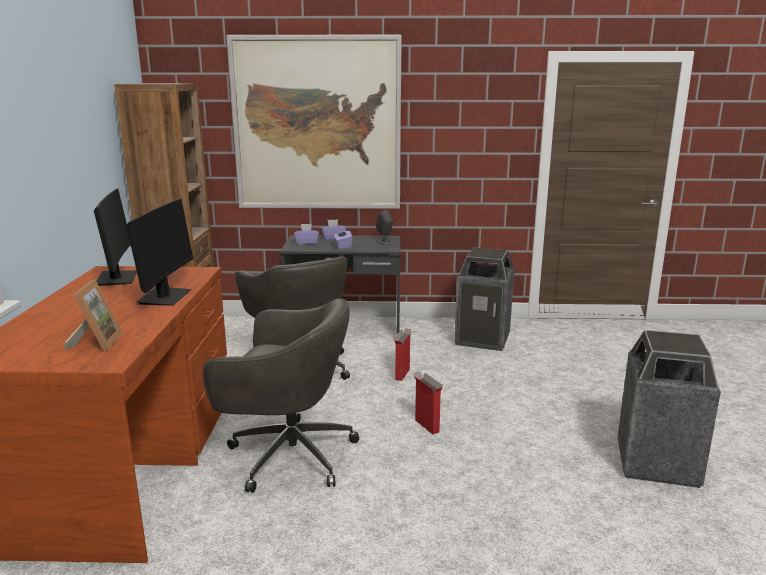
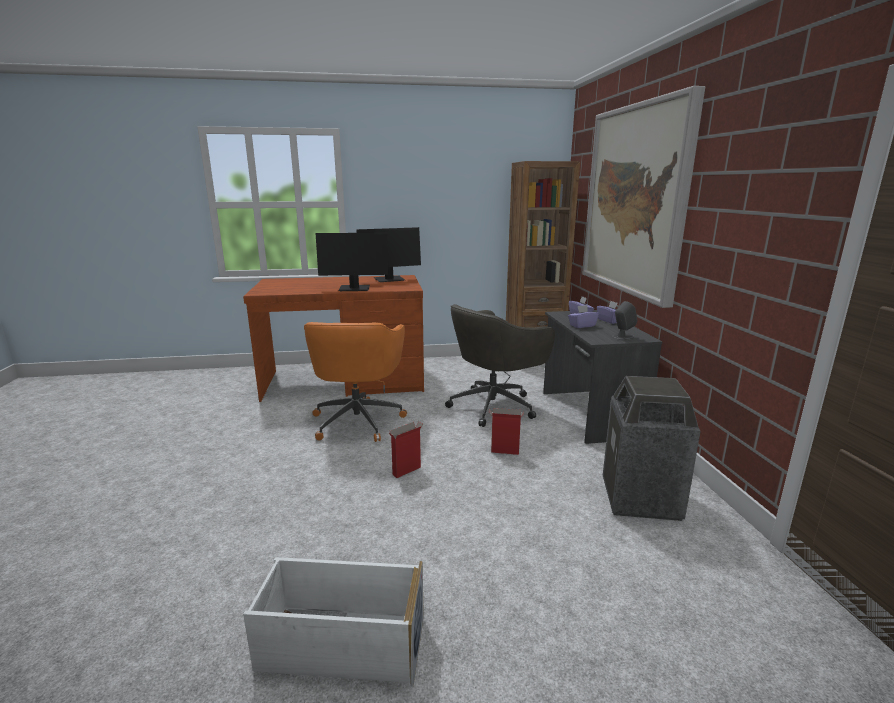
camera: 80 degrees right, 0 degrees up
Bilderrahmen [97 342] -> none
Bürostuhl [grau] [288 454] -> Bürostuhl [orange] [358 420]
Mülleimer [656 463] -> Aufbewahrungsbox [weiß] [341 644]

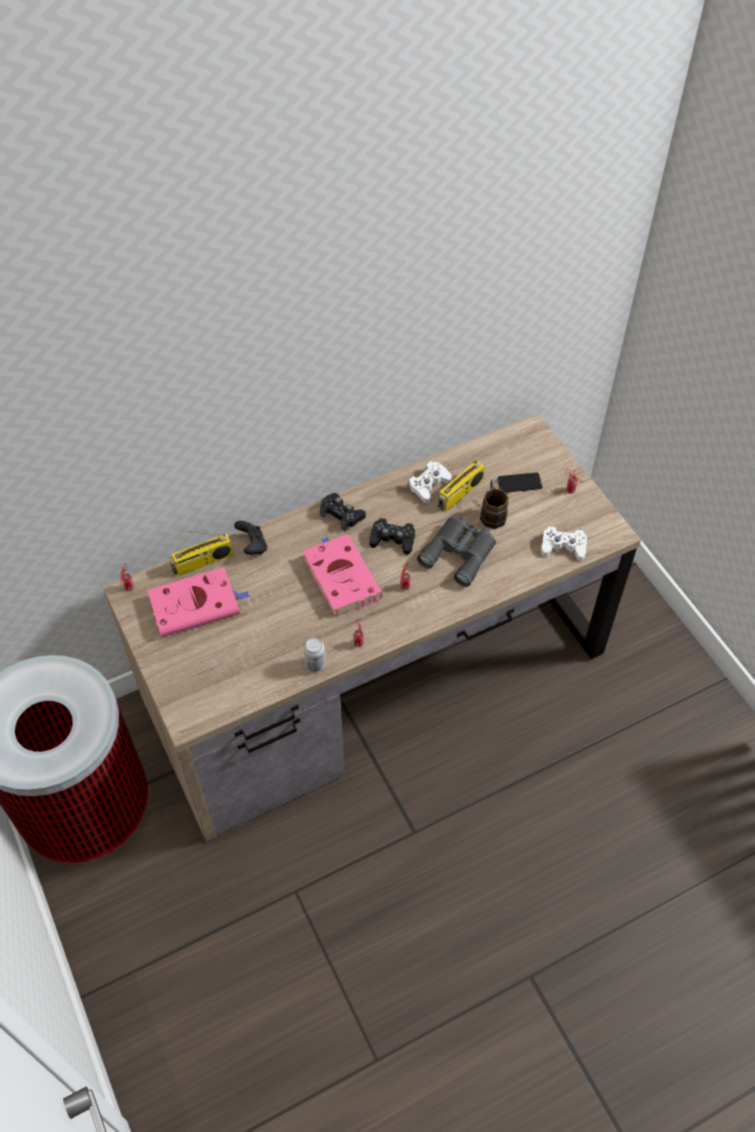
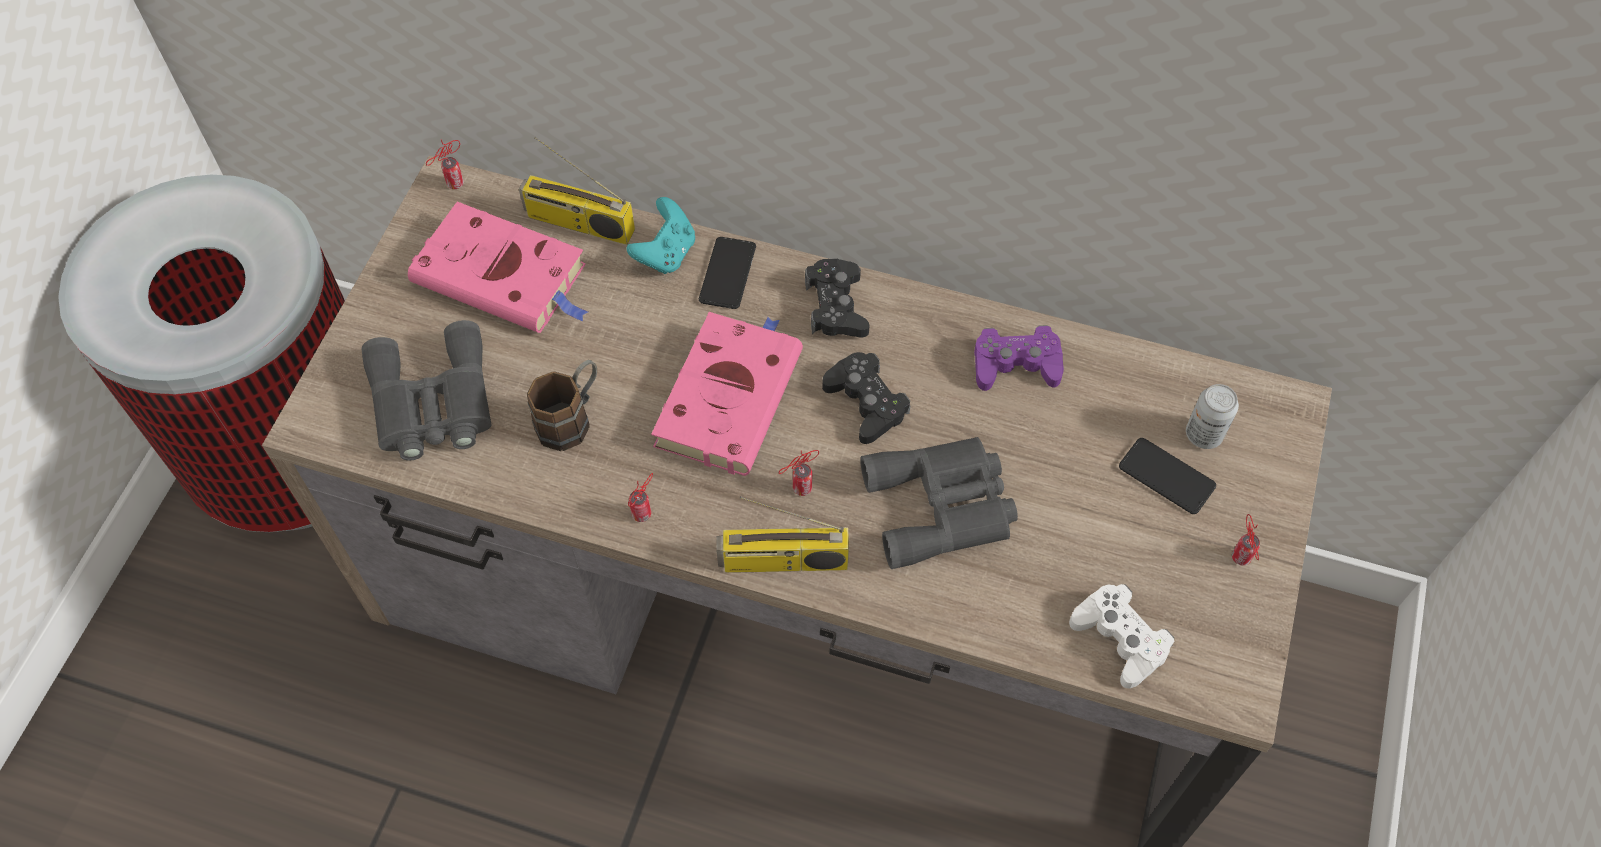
camera: 45 degrees right, 5 degrees up
Radio [460 494] -> Radio [782 562], relocated
Gamepad [weiß] [429 485] -> Gamepad [lila] [1015 364]
Henkelbecher [braun] [492 513] -> Henkelbecher [braun] [572 418], relocated
Gamepad [schwarz] [253 546] -> Gamepad [türkis] [666 253]
Dose [315 664] -> Dose [1203 434], relocated
none -> Handy [727 274]
none -> Fernglas [grau] [432 403]

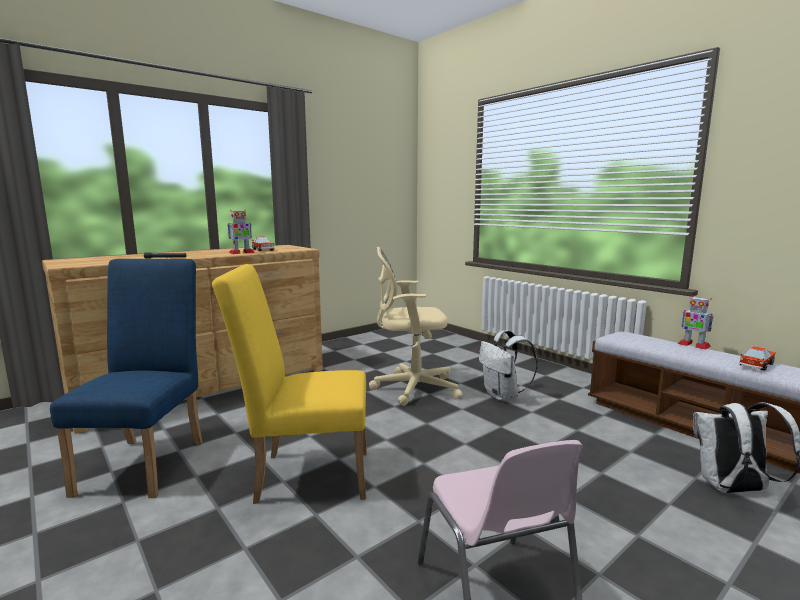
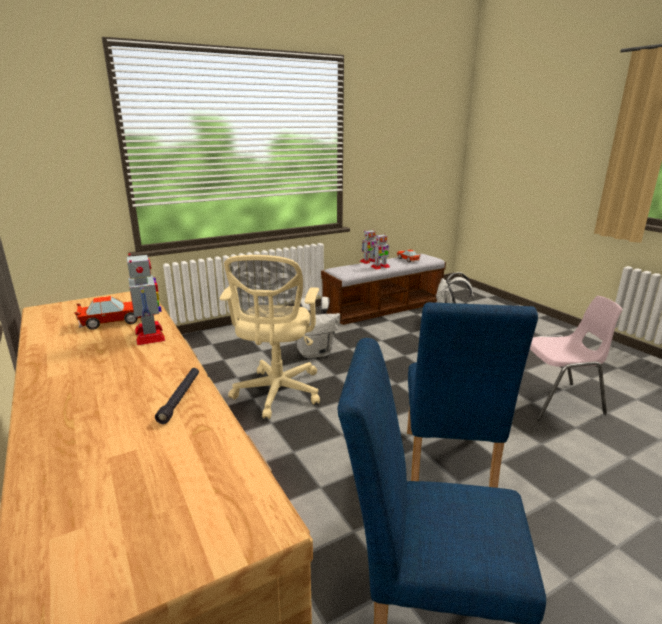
camera: 80 degrees left, 10 degrees up
Stuhl [gelb] [304 475] -> Stuhl [blau] [447 469]
none -> Spielzeugroboter [380 267]

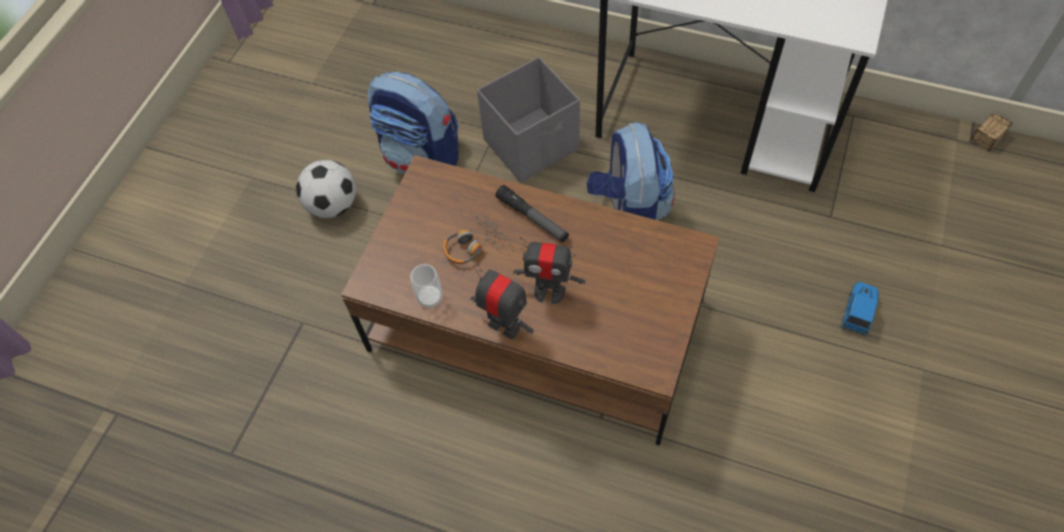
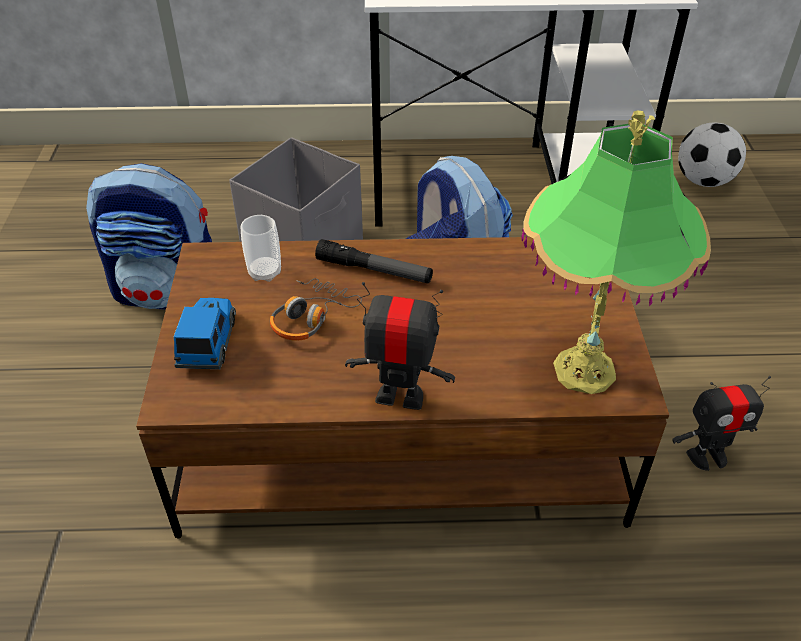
camera: 25 degrees left, 15 degrees down
Aufbewahrungsbox [975 149] -> none
Fußball [332 206] -> Fußball [703 181], relocated
Spielzeugroboter [549 291] -> Spielzeugroboter [707 456], relocated
Tasse [430 298] -> Tasse [265 272], relocated
Spielzeugauto [858 311] -> Spielzeugauto [208 342], relocated
none -> Tischlampe [584 370]

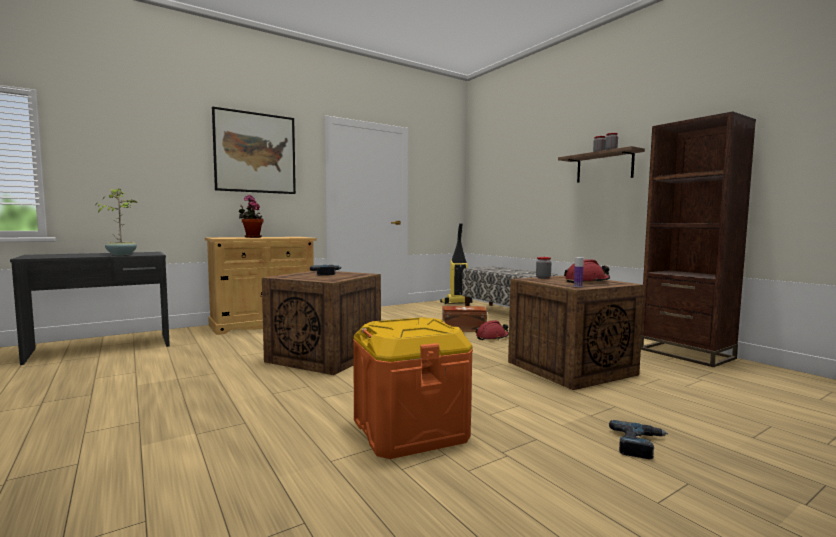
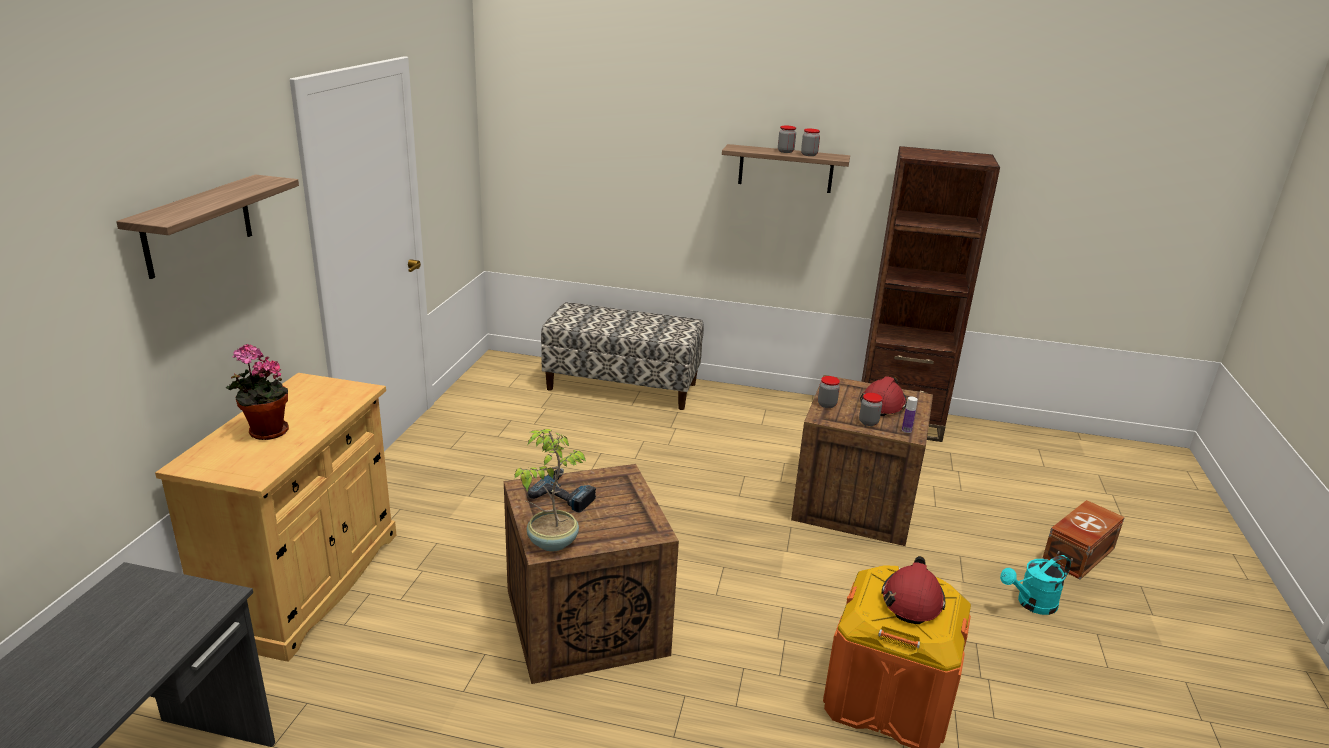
camera: 45 degrees left, 20 degrees up
Bild [255 153] -> Wandregal [198 225]
Topfpflanze [121 254] -> Topfpflanze [551 542], relocated
Staubsauger [456 303] -> none
Aufbewahrungsbox [braun] [463 328] -> Aufbewahrungsbox [braun] [1076 554], relocated
Schutzhelm [rot] [492 337] -> Schutzhelm [rot] [912 600], relocated
Bohrmaschine [639 444] -> Gießkanne [türkis] [1031 604]
none -> Vorratsglas [868 422]

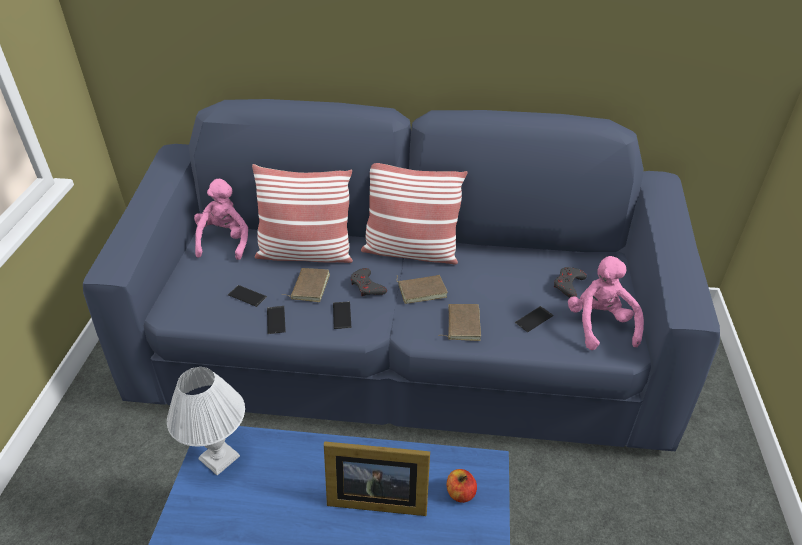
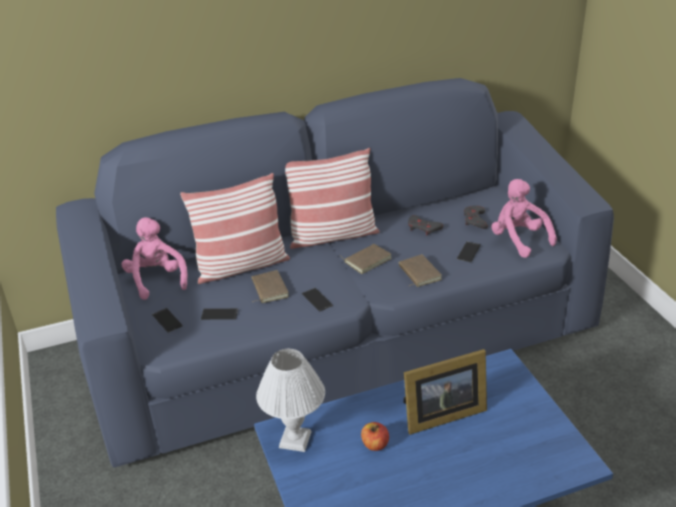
camera: 25 degrees left, 5 degrees down
Gamepad [grau] [367 286] -> Gamepad [grau] [423 228], relocated
Handy [276 320] -> Handy [167 320], relocated
Apfel [460 493] -> Apfel [375 444], relocated

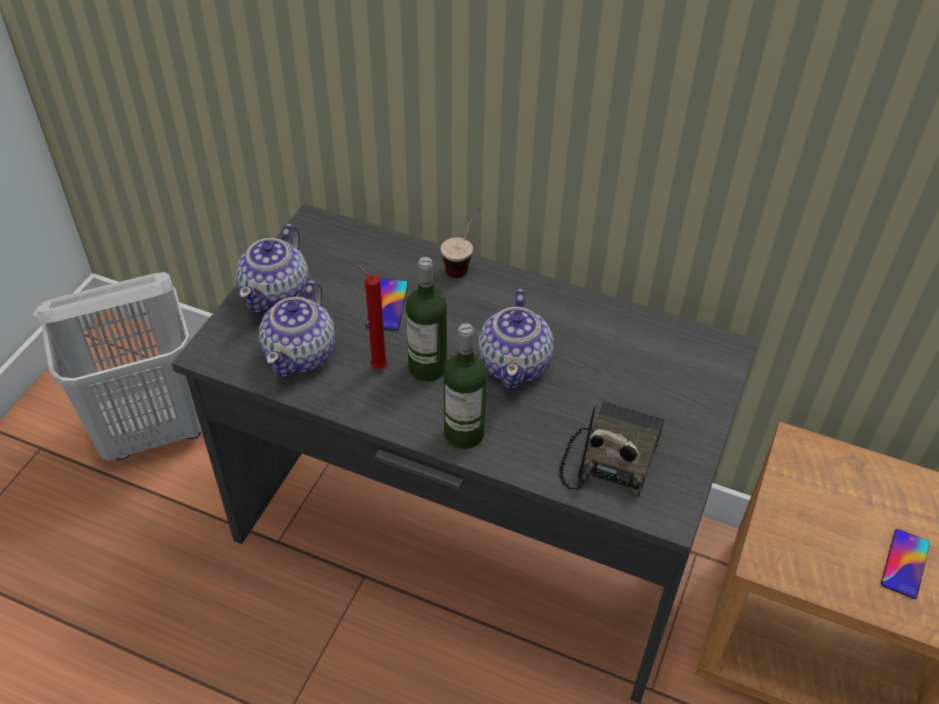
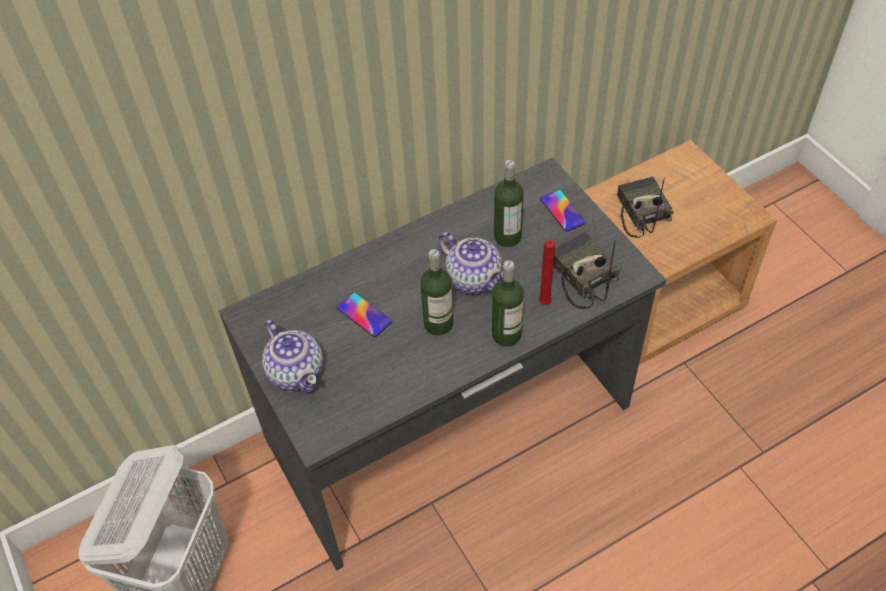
camera: 50 degrees left, 5 degrees up
Tasse [463 263] -> none
Kerze [rot] [376 366] -> Kerze [rot] [542 303], relocated
Teekanne [301 354] -> none
Handy [905 563] -> Handy [562 211], relocated
none -> Flasche [507 237]
none -> Radio [640 211]

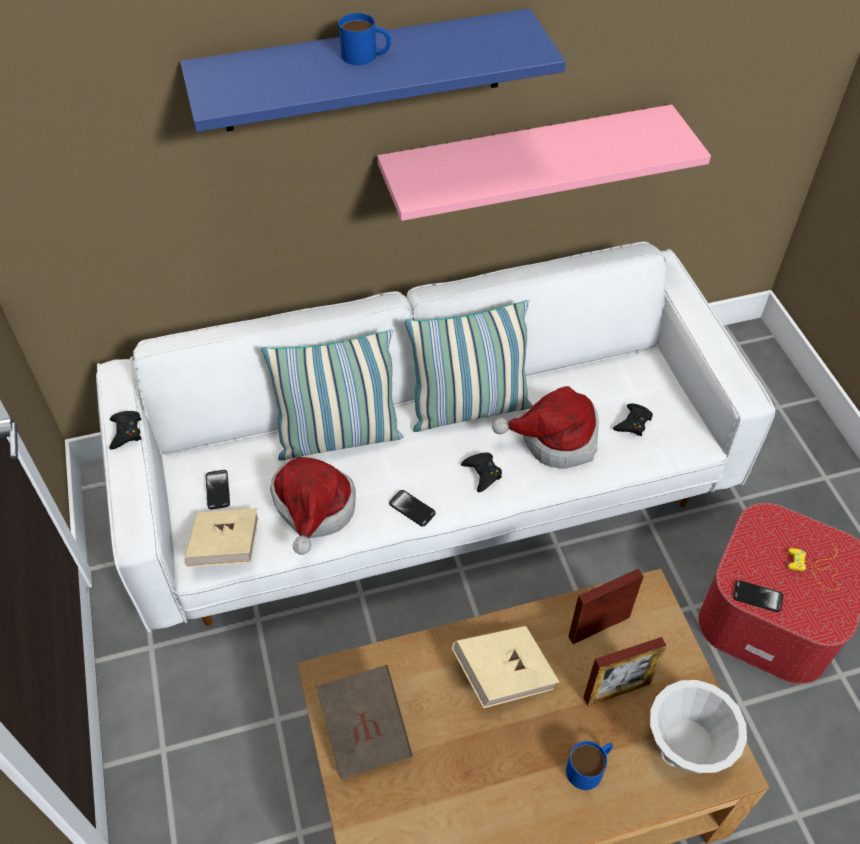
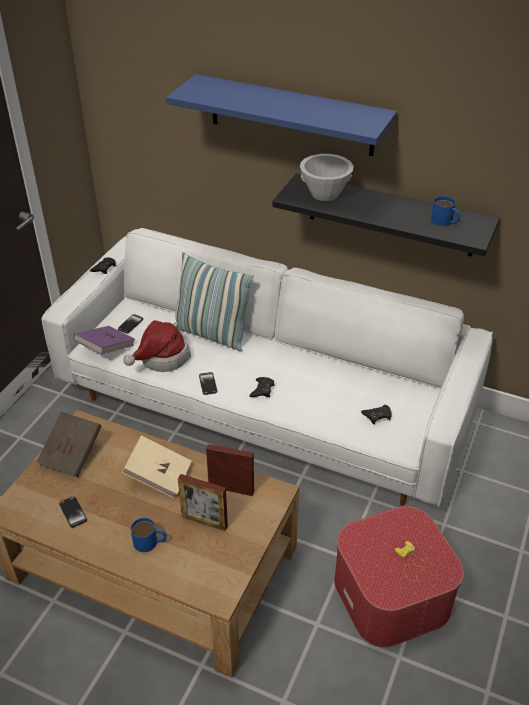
camera: 40 degrees right, 10 degrees down
Henkelbecher [blau] [366 56] -> Henkelbecher [blau] [445 222], relocated
Wandregal [rosa] [525 159] -> Wandregal [schwarz] [391 215]
Kissen [469 408] -> none
Hut [554 439] -> none
Buch [beige] [225 548] -> Buch [lila] [106 349]
Handy [757 597] -> Handy [73 512], relocated
Schüssel [weiß] [687 746] -> Schüssel [weiß] [325 194], relocated

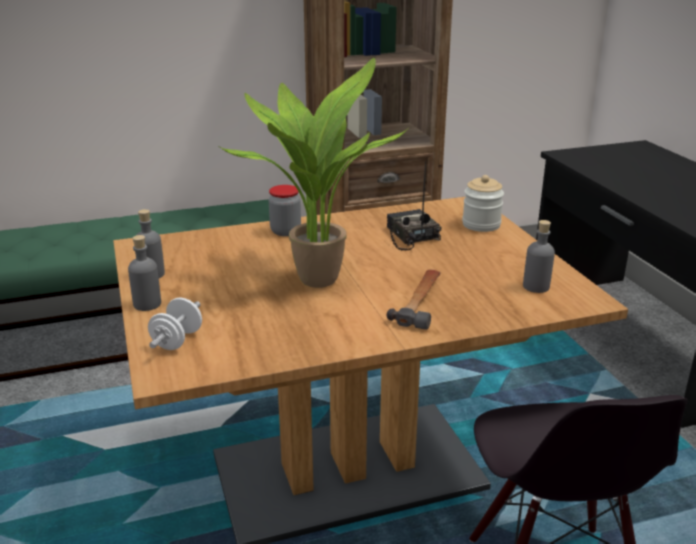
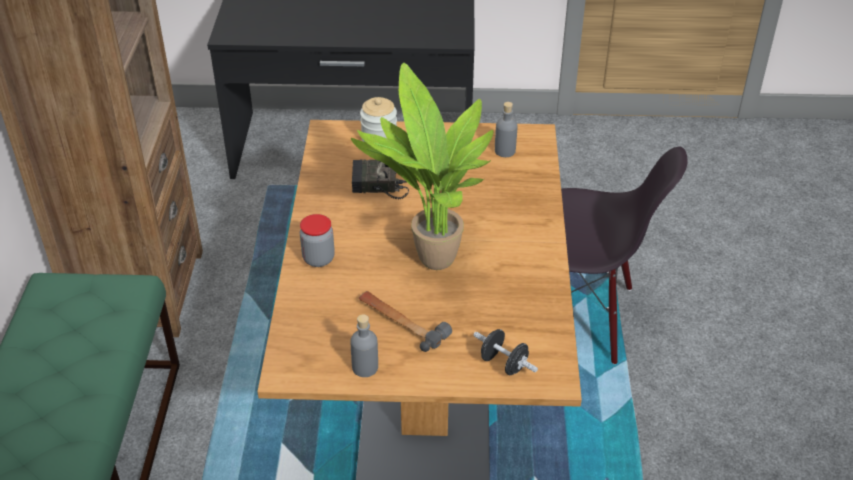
camera: 70 degrees left, 15 degrees up
Flasche [grau] [147 304] -> none
Hammer [421 302] -> Hammer [401 322], relocated
Hantel [weiß] [177 340] -> Hantel [schwarz] [503 364]

